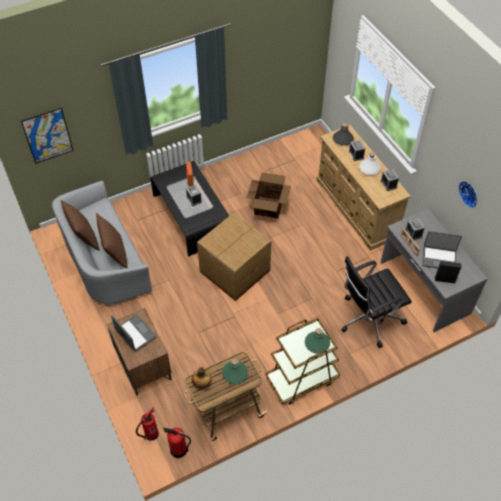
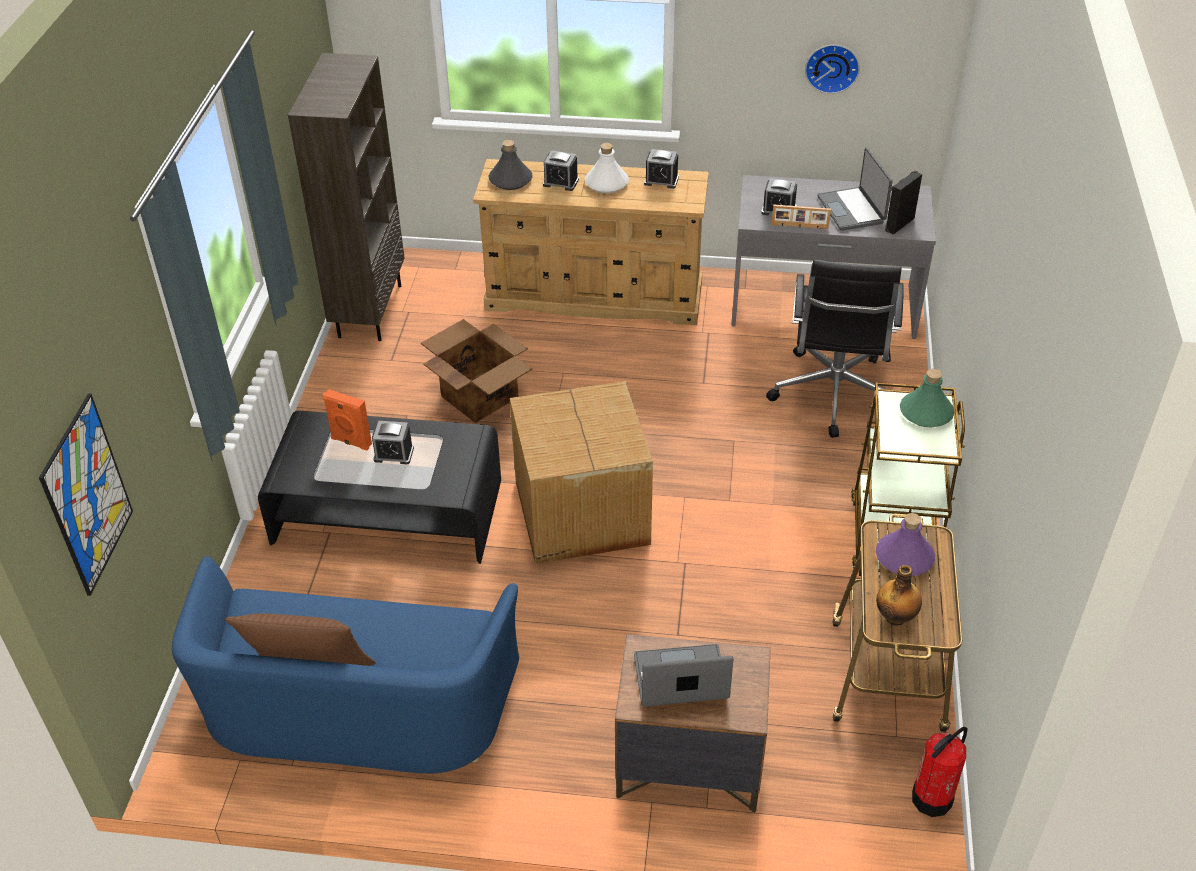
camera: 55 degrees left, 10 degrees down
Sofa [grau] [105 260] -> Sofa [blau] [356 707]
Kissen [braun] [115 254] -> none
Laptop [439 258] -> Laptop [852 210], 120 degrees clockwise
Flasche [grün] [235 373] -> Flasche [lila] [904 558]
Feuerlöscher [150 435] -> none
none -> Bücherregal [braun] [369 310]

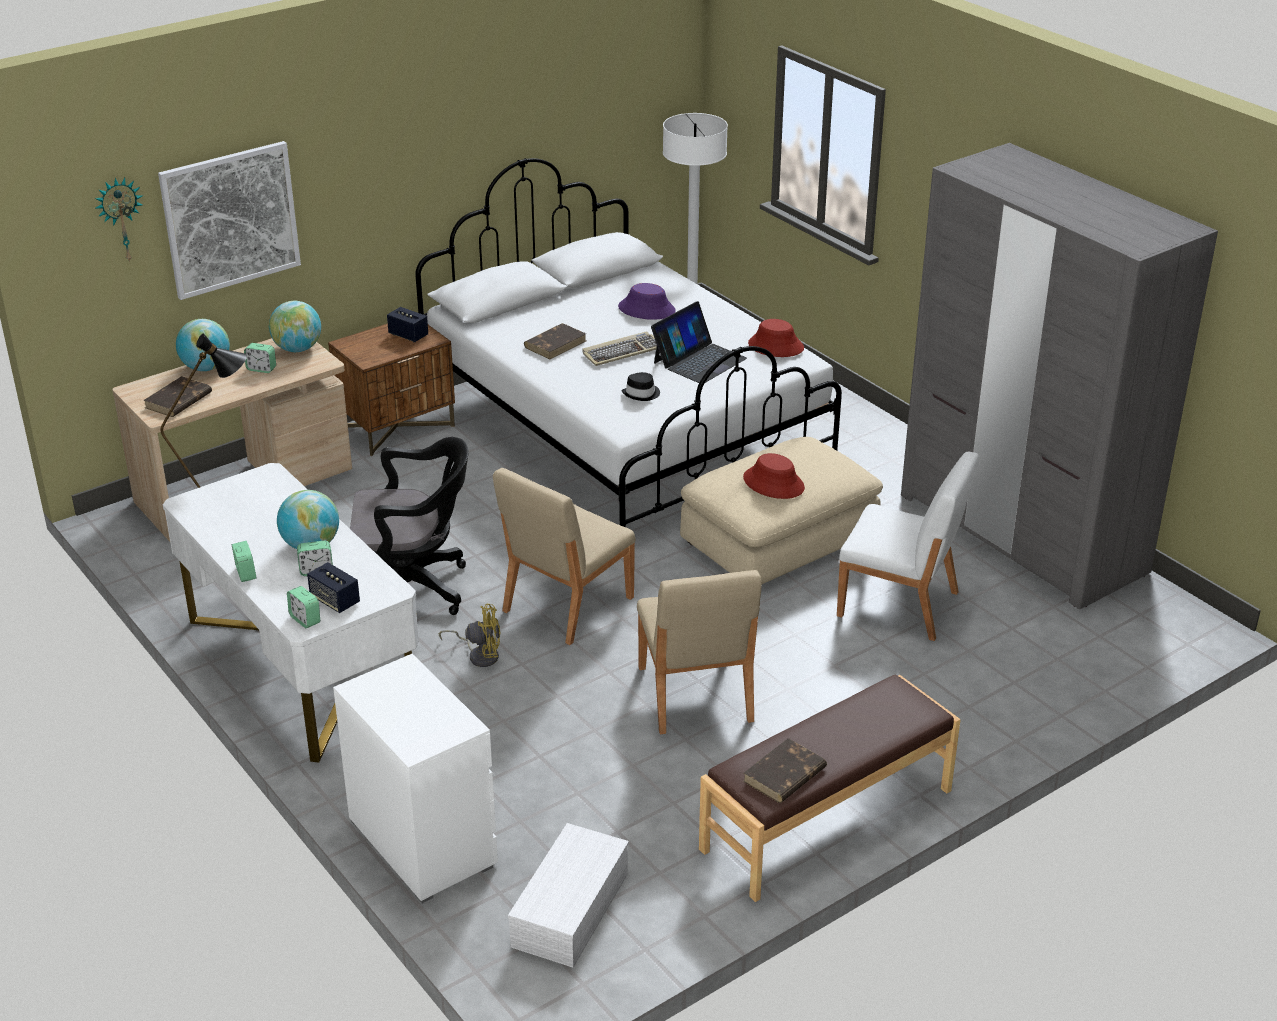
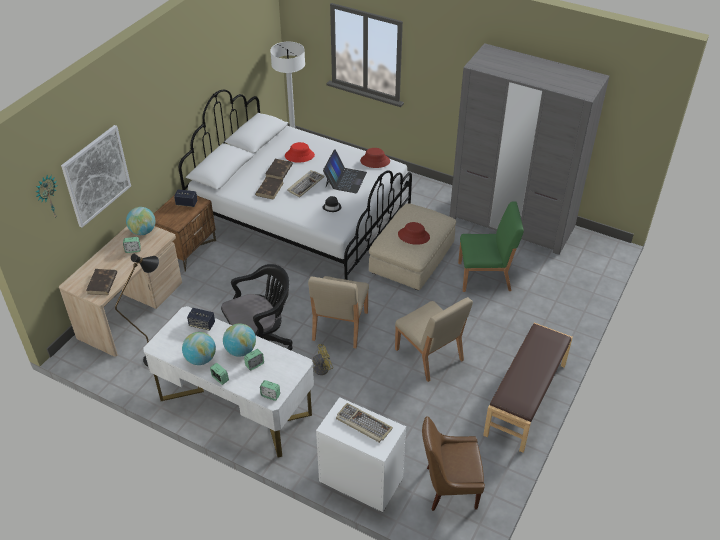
camera: 25 degrees left, 10 degrees up
Hut [lila] [646 309] -> Hut [rot] [299 155]
Globus [206 368] -> Globus [201 359], relocated
Stuhl [weiß] [899 605] -> Stuhl [grün] [485 276]
Lautsprecher [335 600] -> Lautsprecher [202 324], relocated
Buch [braun] [784 775] -> Buch [braun] [279 171], relocated
Aufbewahrungsbox [weiß] [570 908] -> Stuhl [braun] [448 487]
none -> Tastatur [363 424]

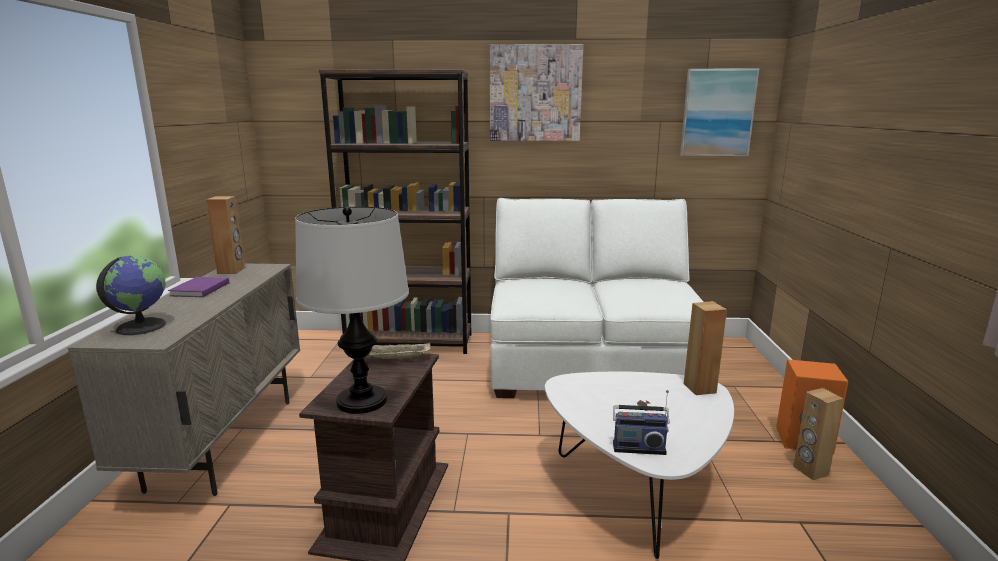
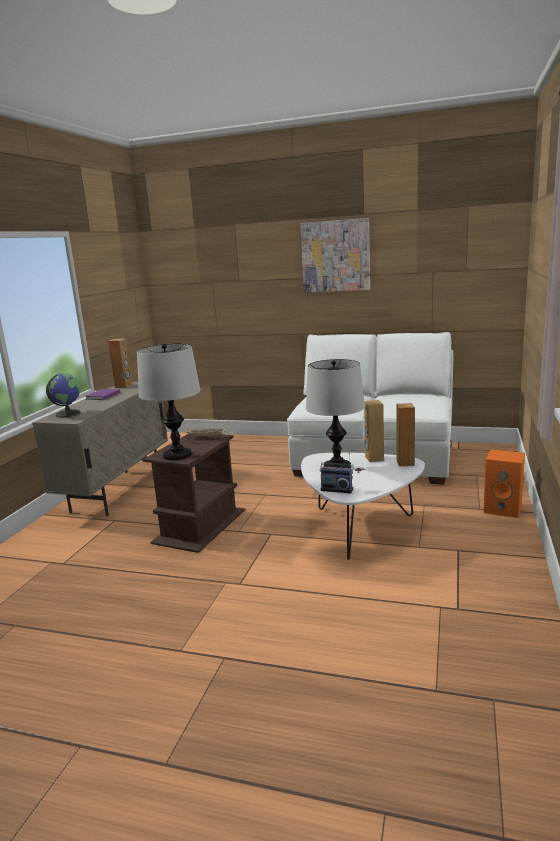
camera: 15 degrees right, 0 degrees up
Bücherregal [braun] [410 342] -> none
Bild [717 113] -> none
Lautsprecher [braun] [810 471] -> Lautsprecher [braun] [374 458], relocated
none -> Tischlampe [337 467]

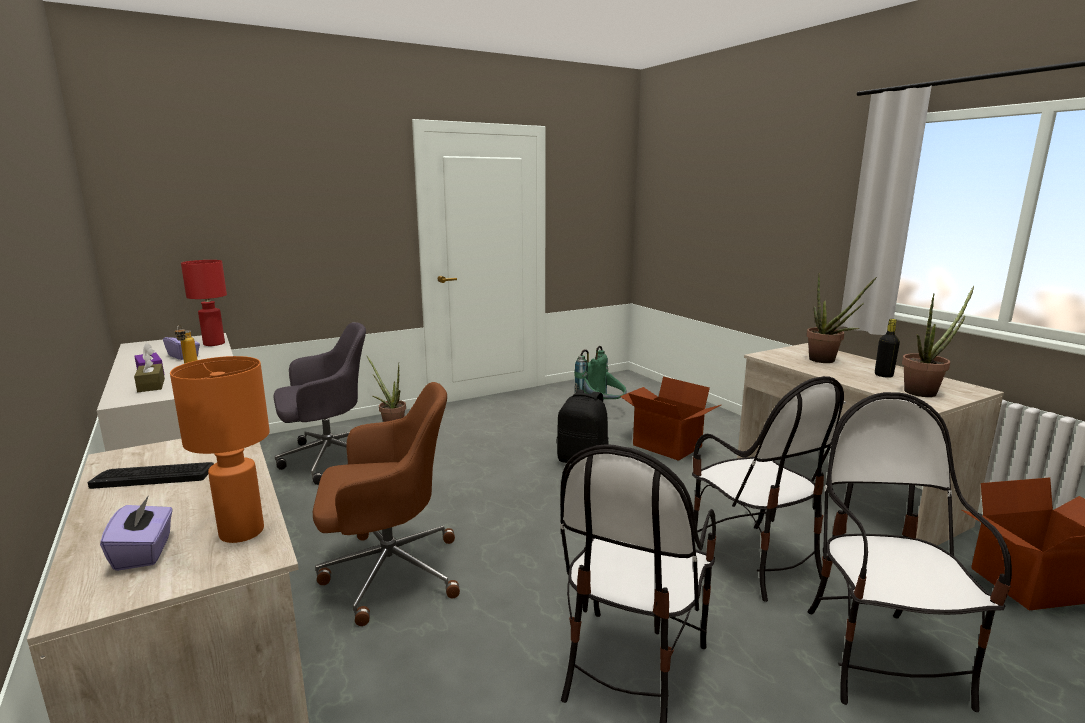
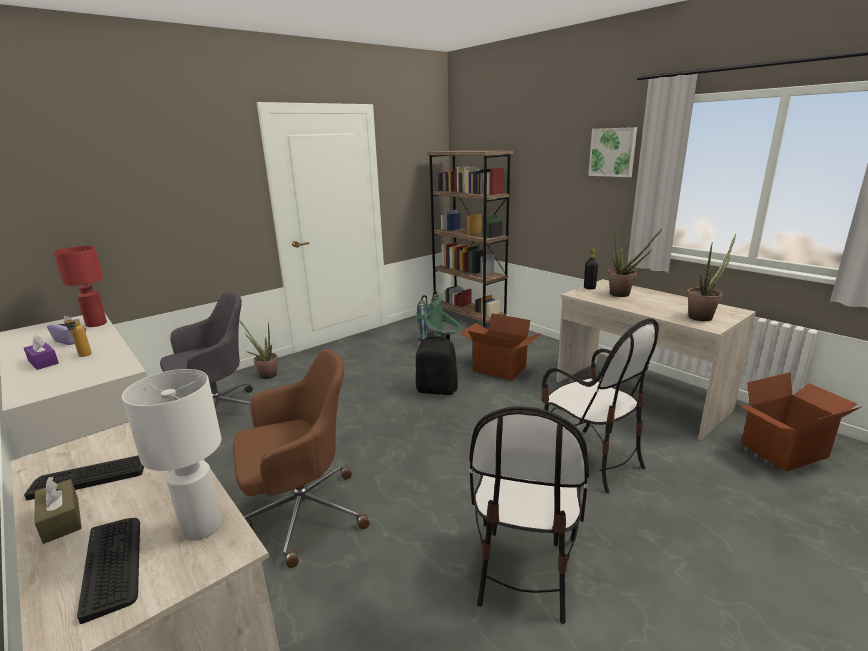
camera: 10 degrees left, 5 degrees up
Flasche [schwarz] [883 375] -> Flasche [schwarz] [589 288], relocated
Taschentuchbox [braun] [151 385] -> Taschentuchbox [braun] [61 519], relocated
Tischlampe [orange] [241 533] -> Tischlampe [weiß] [202 528]
Stuhl [881 659] -> none
Taschentuchbox [lila] [144 552] -> Tastatur [113 565]
none -> Bild [613 152]
none -> Bücherregal [braun] [468 318]

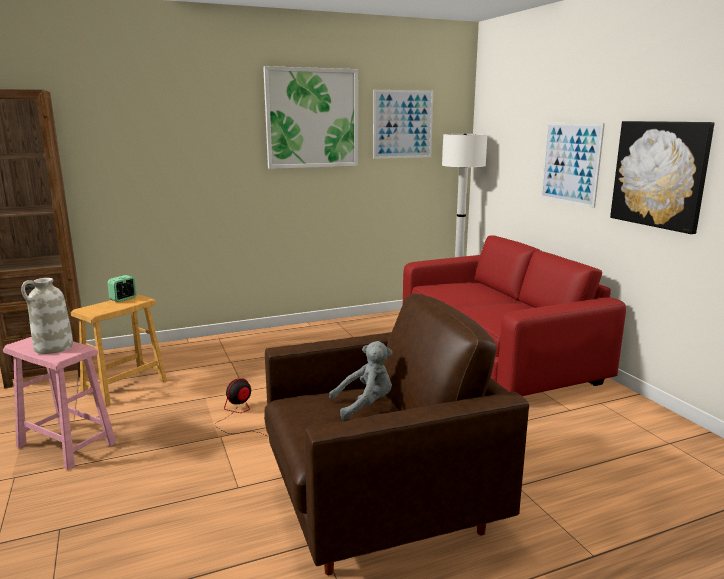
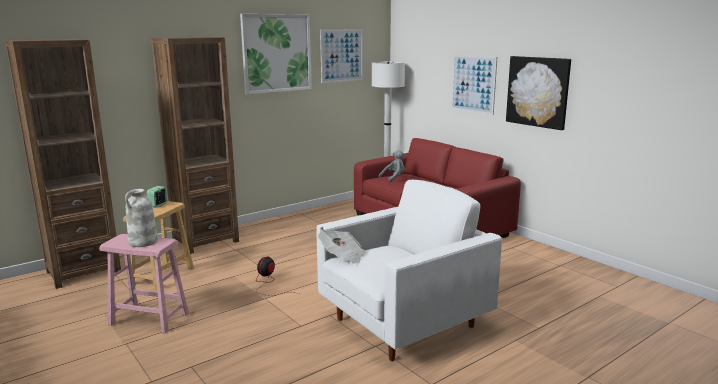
camera: 15 degrees left, 0 degrees up
Sessel [braun] [380 509] -> Sessel [weiß] [403 324]
Plüschtier [grau] [365 405] -> Plüschtier [grau] [394 178], relocated
none -> Bücherregal [braun] [205 241]
none -> Zeitung [342 256]

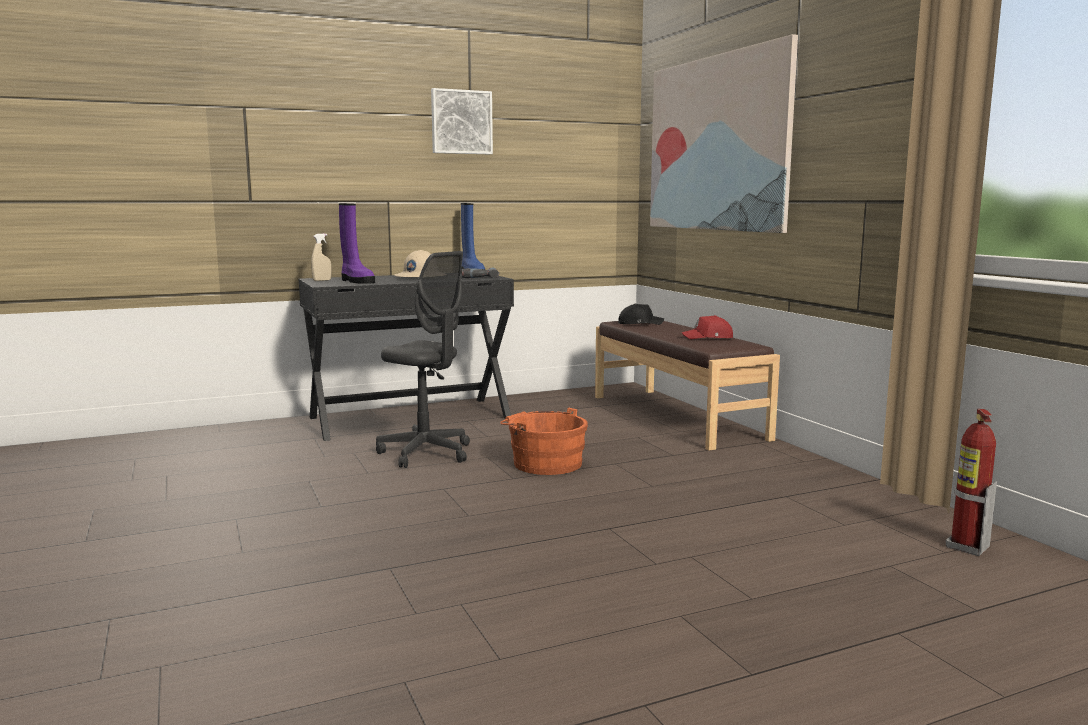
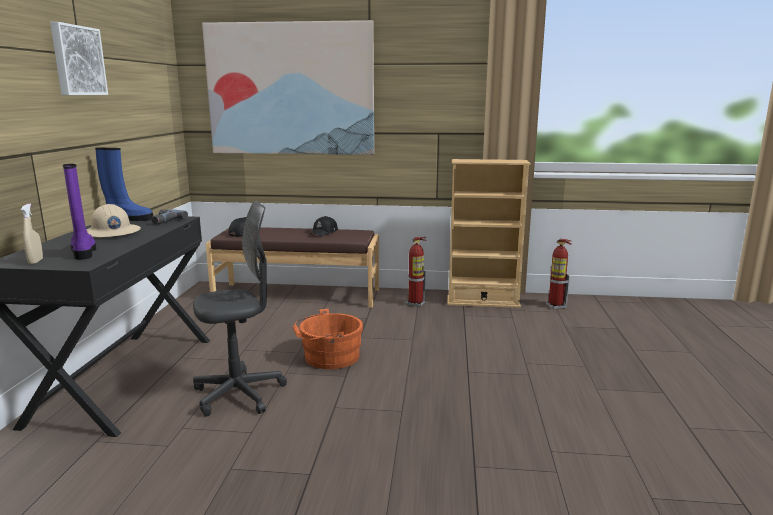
camera: 60 degrees left, 5 degrees up
Stiefel [lila] [356 281] -> Stiefel [lila] [83 252], 105 degrees counterclockwise
Kappe [rot] [708 337] -> Kappe [schwarz] [324 232]
none -> Bücherregal [beige] [483 302]
none -> Feuerlöscher [416 304]

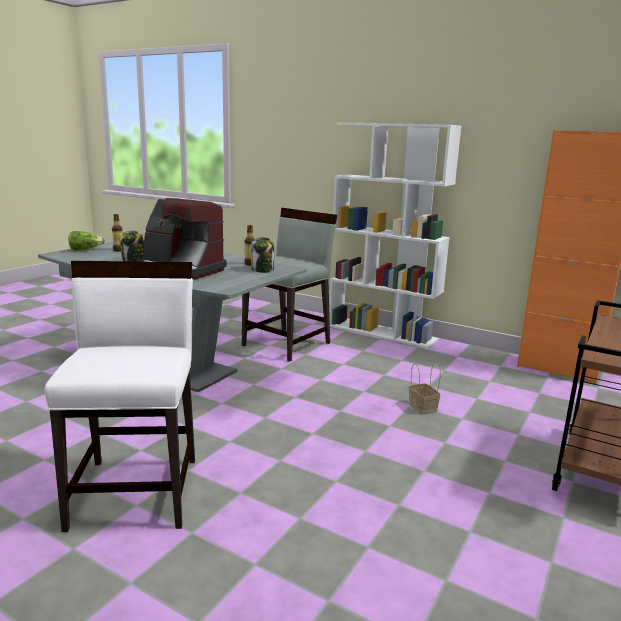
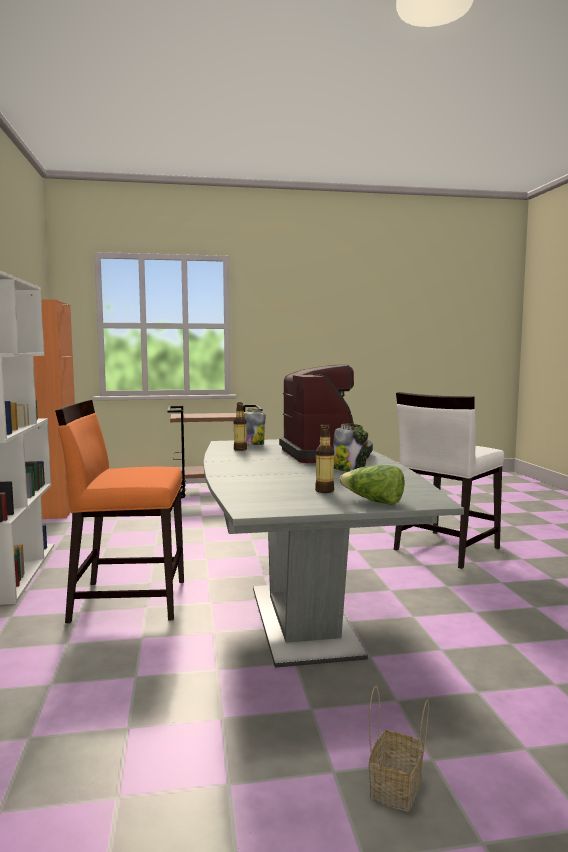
camera: 130 degrees left, 10 degrees down
Stuhl [grau] [287 344] -> Stuhl [orange] [128 600]
Korb [421 407] -> Korb [396 789], relocated

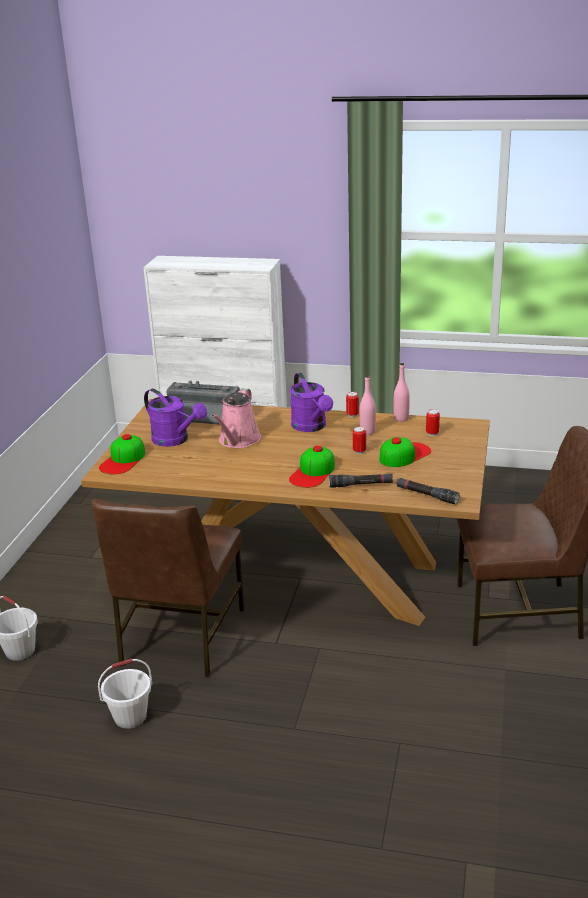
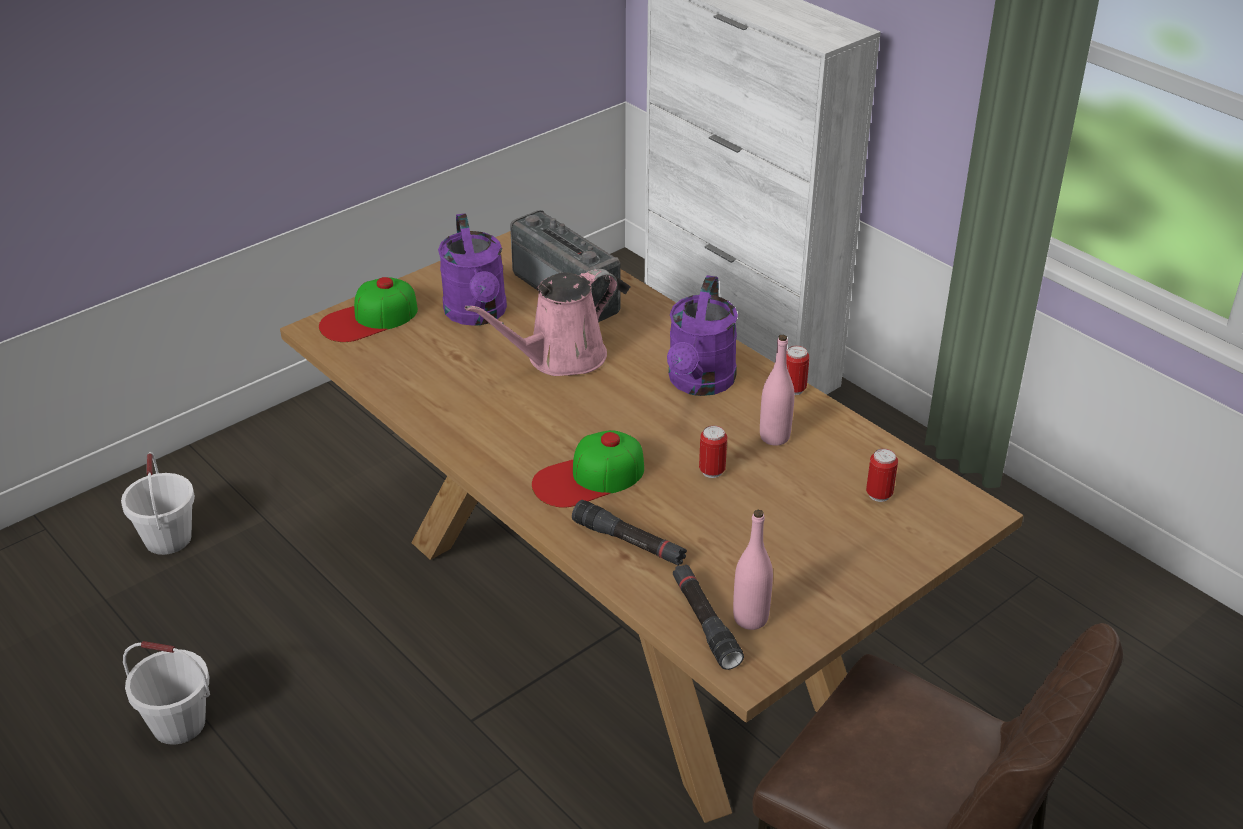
camera: 35 degrees right, 10 degrees up
Flasche [rosa] [401 418] -> Flasche [rosa] [750 618], relocated
Kappe [404 454] -> none
Stuhl [braun] [180 637] -> none

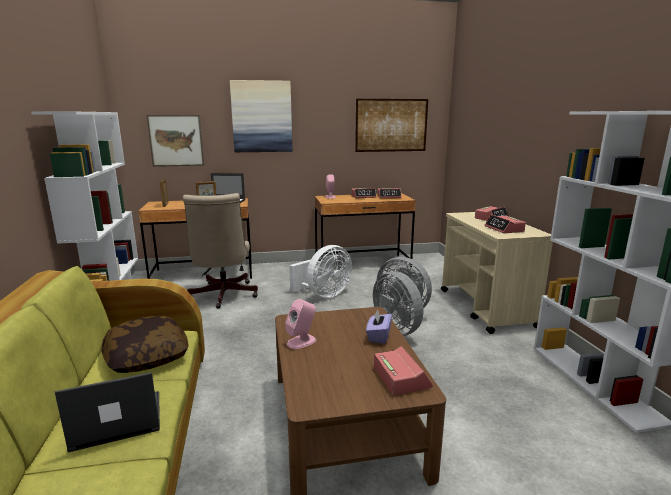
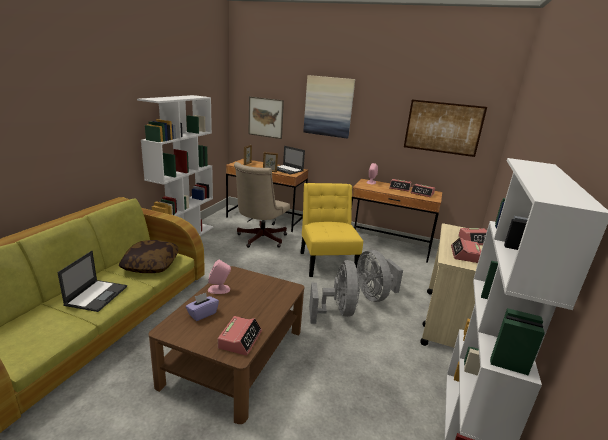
camera: 30 degrees right, 5 degrees up
Ventilator [weiß] [324 294] -> Stuhl [gelb] [327 261]
Taschentuchbox [lila] [378 336] -> Taschentuchbox [lila] [202 314], relocated
Laptop [116 421] -> Laptop [97 295], 90 degrees clockwise

